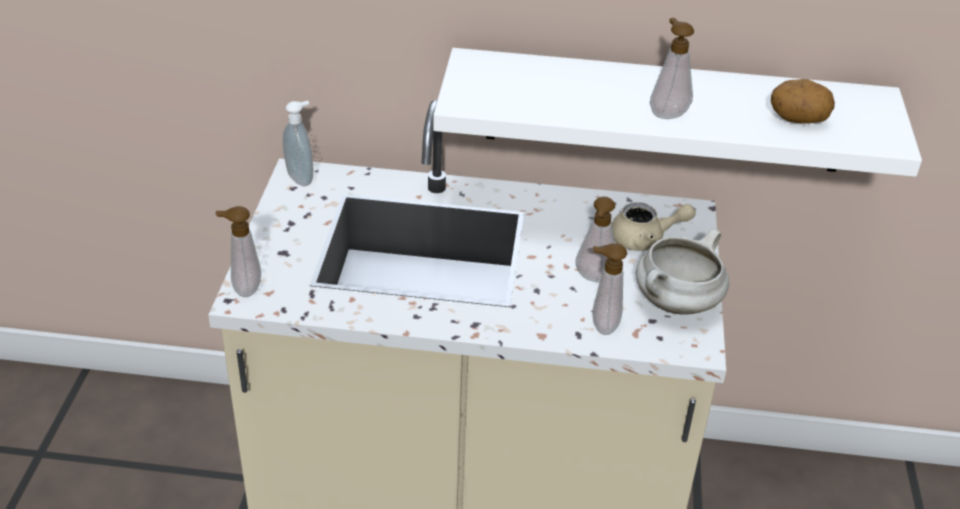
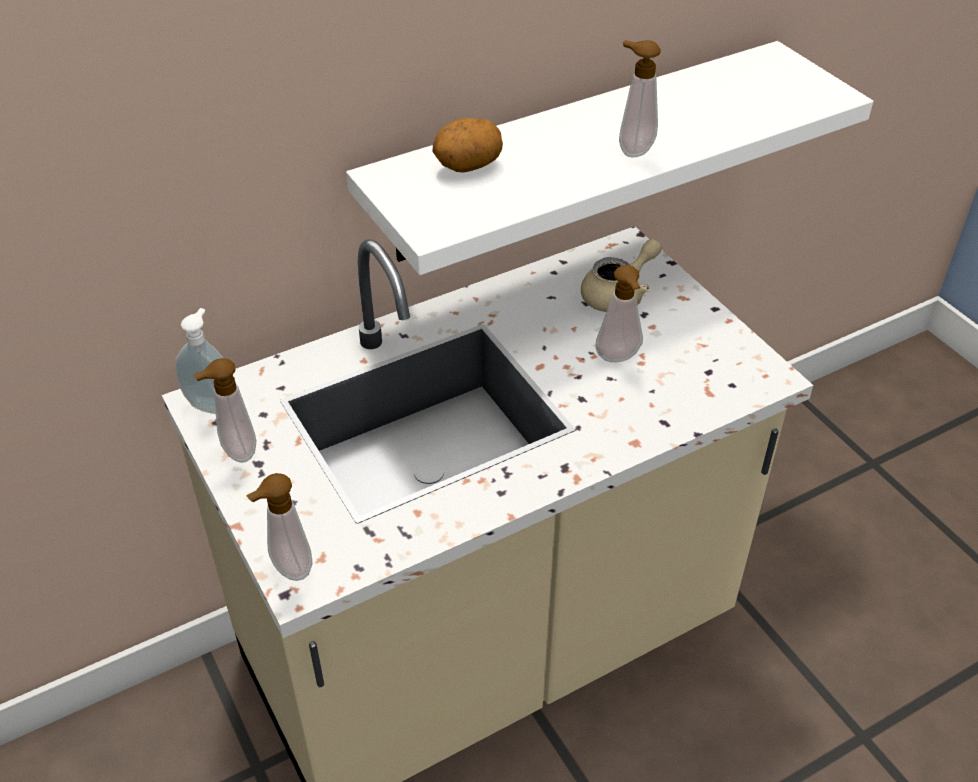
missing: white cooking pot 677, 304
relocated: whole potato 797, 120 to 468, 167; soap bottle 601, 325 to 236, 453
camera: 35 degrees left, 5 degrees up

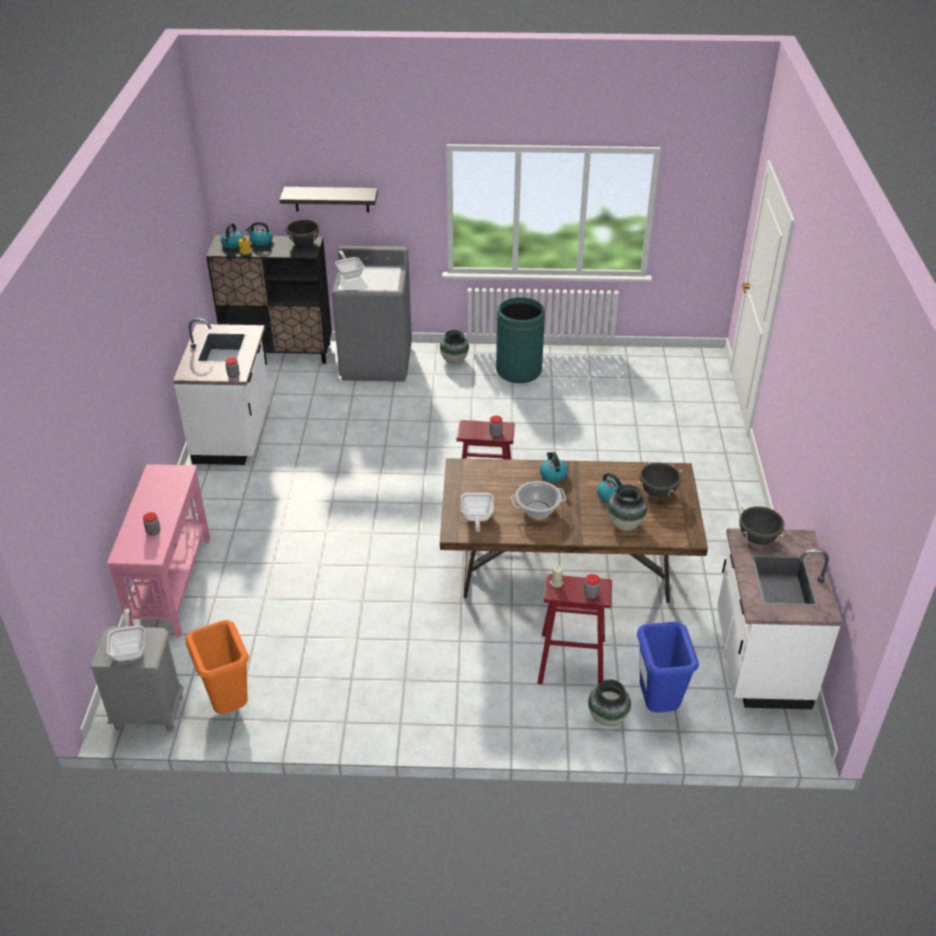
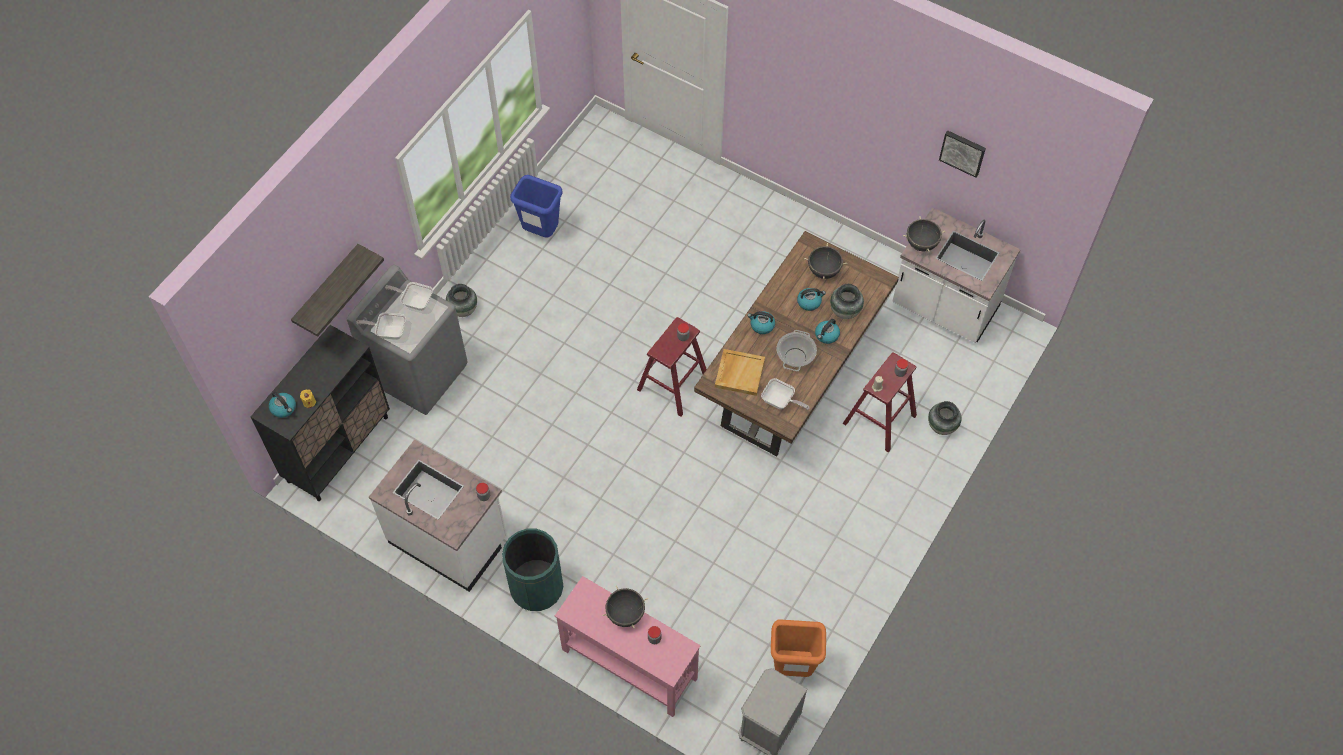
appeared: picture 963, 152; beige-coloured tray 739, 373
relocated: black-coloured cooking pot 304, 243 to 625, 614; water kettle 261, 241 to 826, 335; green rubbish bin 518, 371 to 536, 587; frying pan 130, 648 to 415, 301; blue rubbish bin 657, 704 to 540, 232
camera: 60 degrees left, 20 degrees up

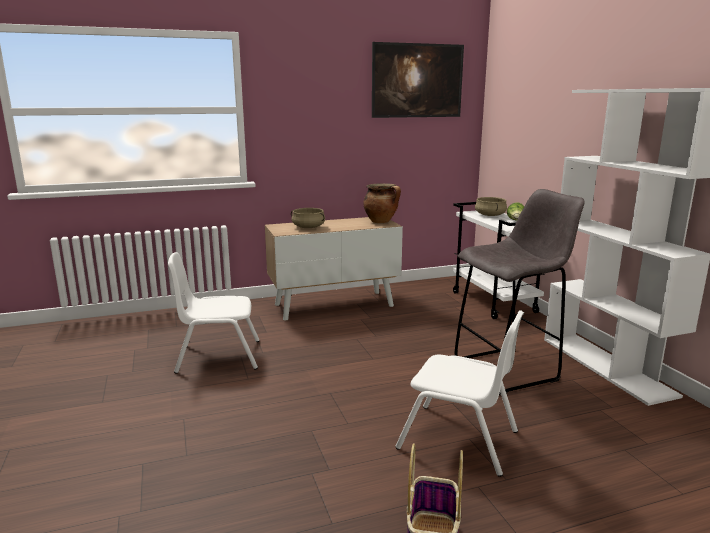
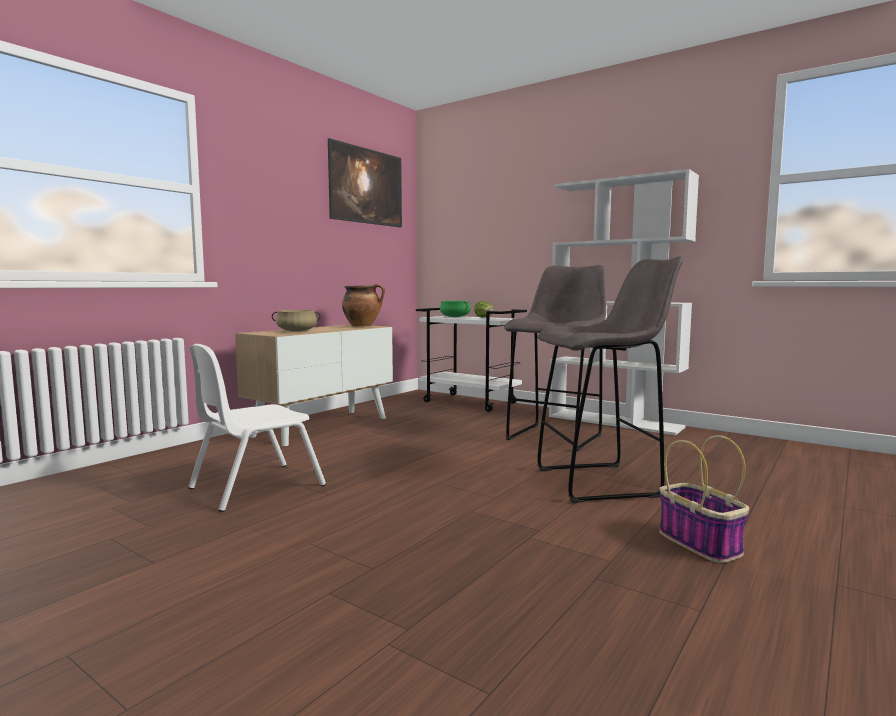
exchanged: white upright chair 459, 440 to grey sitting stool 601, 482
colour: beige-coloured cooking pot 489, 215 to green cooking pot 454, 317
camera: 35 degrees left, 10 degrees down

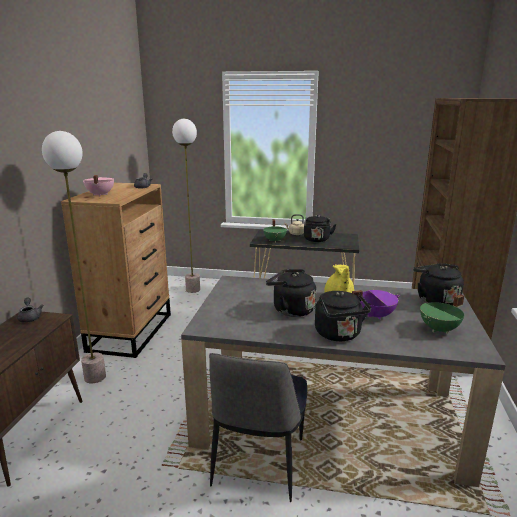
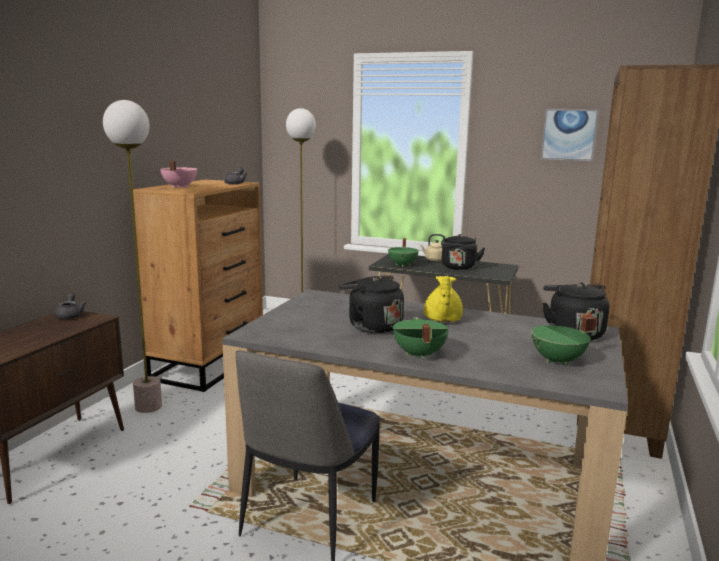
missing: purplish cooking pot 375, 315
appeared: picture 569, 135
exchanged: black-coloured water kettle 339, 335 to green cooking pot 418, 354
camera: 10 degrees right, 5 degrees down

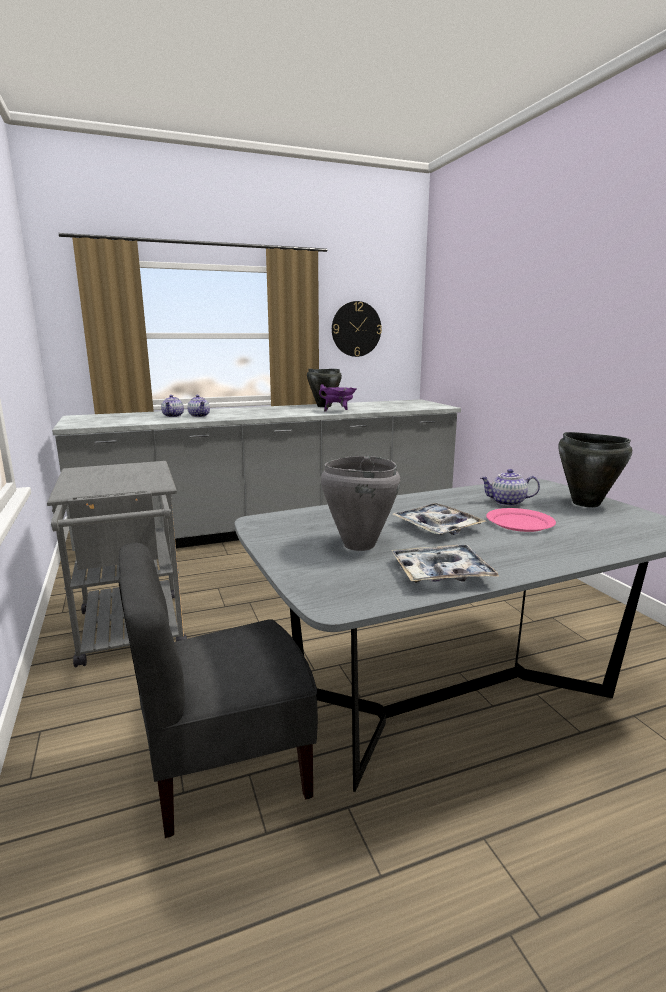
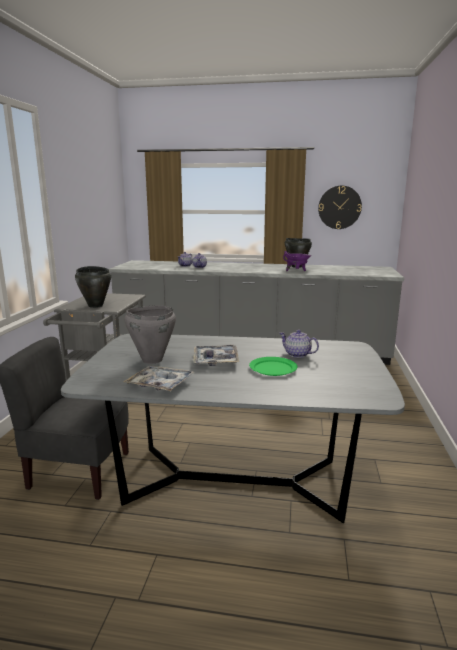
relocated: black-coloured cooking pot 585, 503 to 96, 305
colour: pink plate 520, 523 to green plate 273, 368
camera: 30 degrees right, 0 degrees up

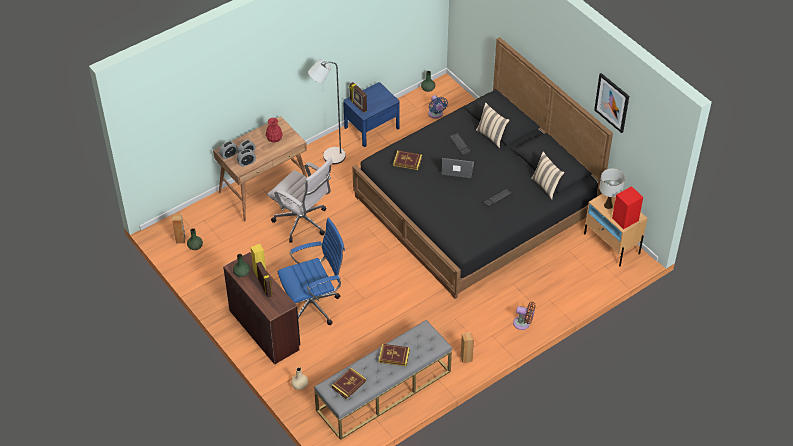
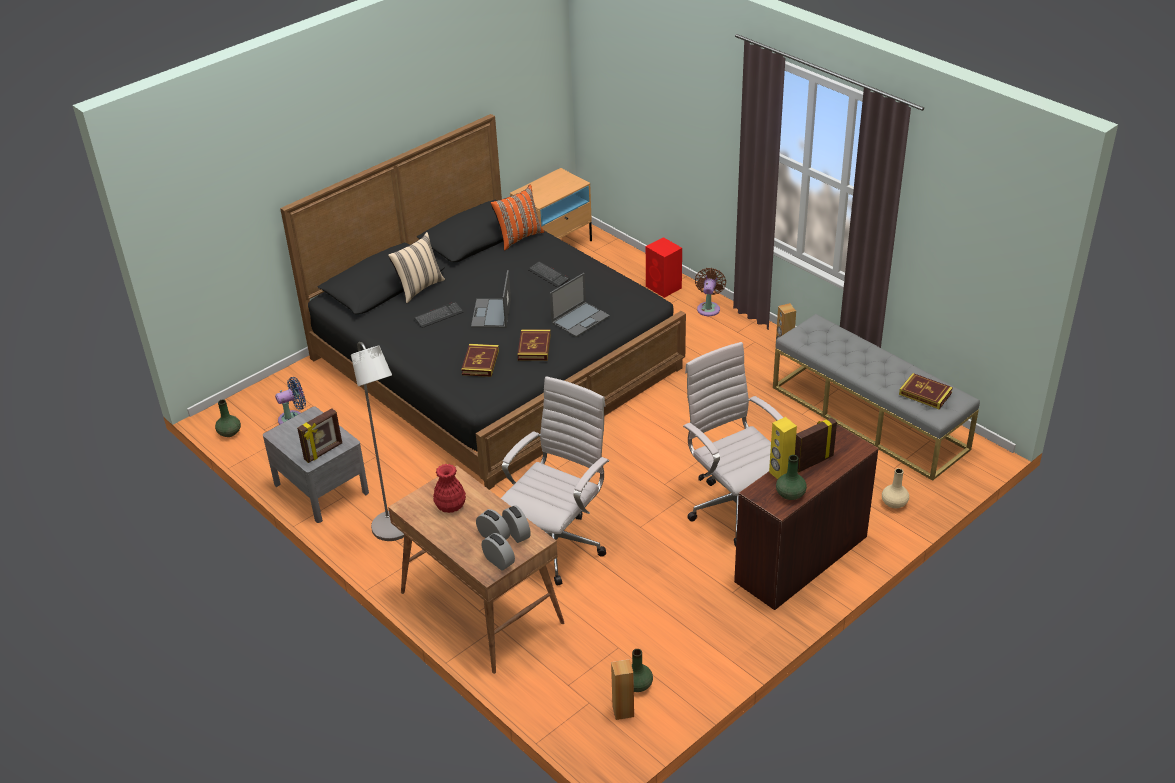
missing: picture 612, 102; white table lamp 608, 205
appeared: laptop 580, 319
relocated: red-coloured audio speaker 624, 219 to 664, 287; book 394, 356 to 534, 347
colour: blue bedside table 371, 127 to grey bedside table 321, 488; beige-coloured throw pillow 546, 186 to orangey throw pillow 518, 237; blue office chair 314, 306 to white office chair 734, 508
camera: 95 degrees left, 10 degrees down

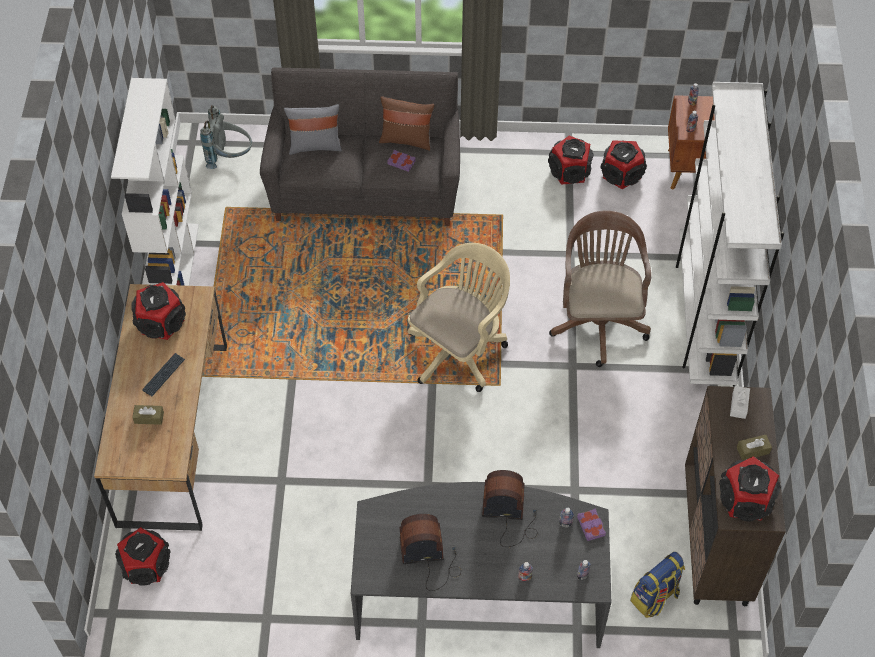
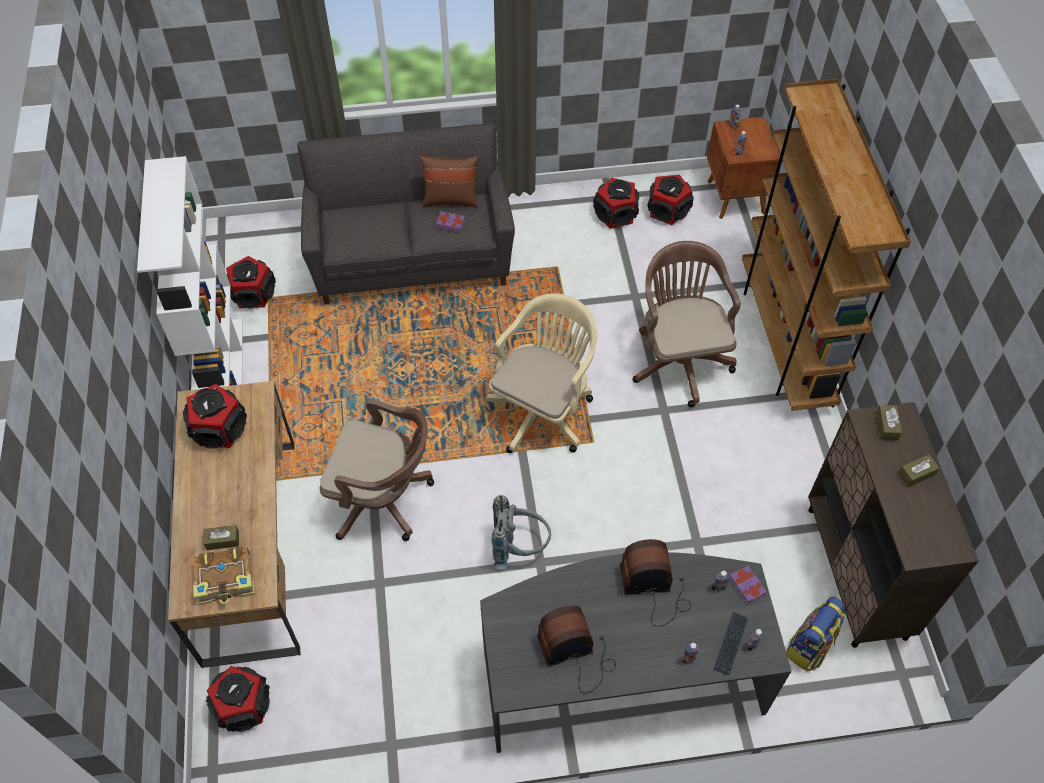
missing: grey throw pillow 315, 145
appeared: brown-coloured office chair 383, 499; book 226, 580
relocated: grey backpack 230, 157 to 519, 547; PC keyboard 164, 375 to 730, 643; audio speaker 746, 499 to 254, 294
colour: white bookshelf 704, 317 to brown-coloured bookshelf 785, 340; white tissue box 739, 405 to brown-coloured tissue box 886, 426
camera: 10 degrees left, 0 degrees up

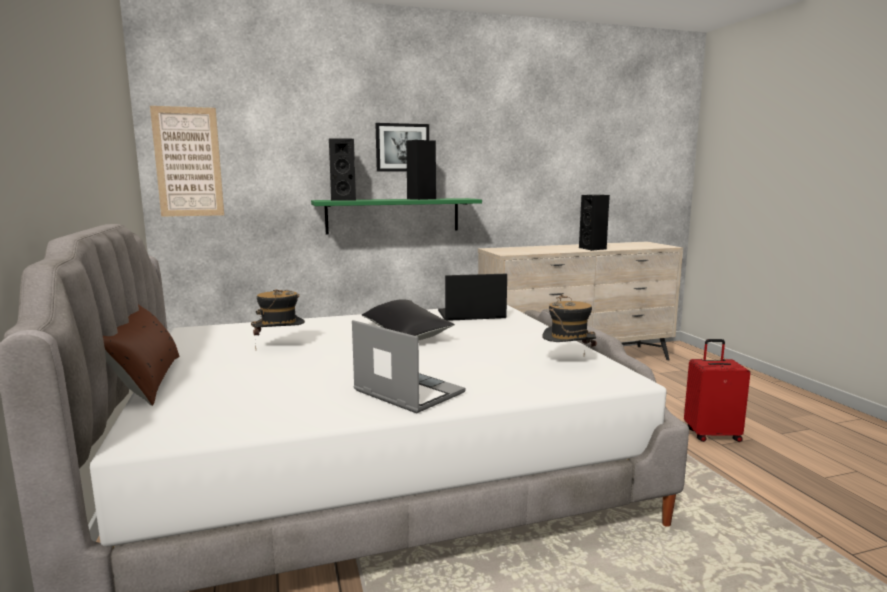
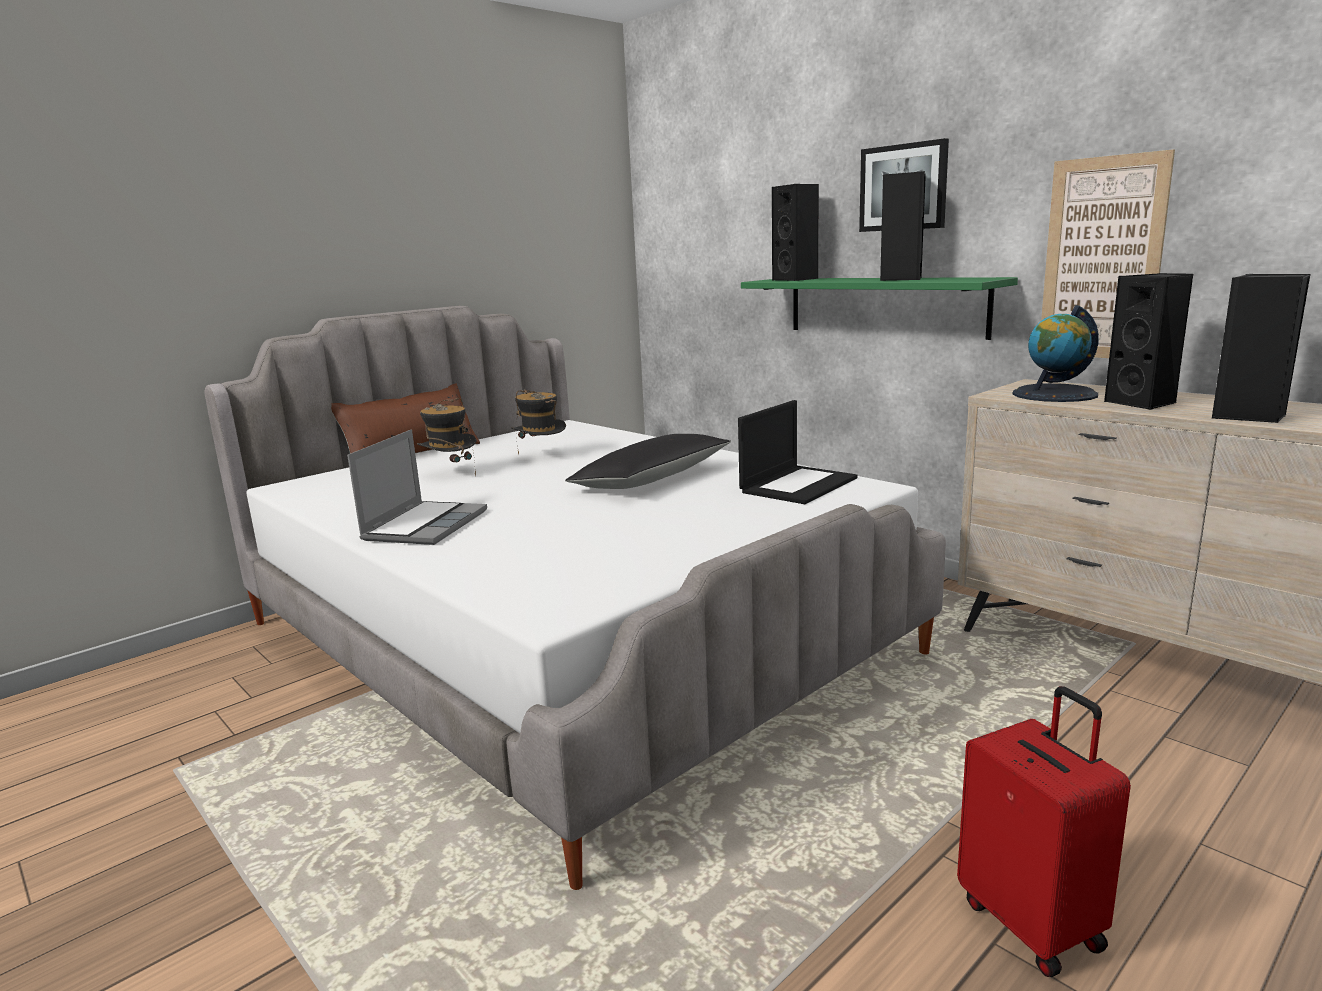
appeared: black-coloured audio speaker 1143, 403; globe 1054, 394
relocated: picture 188, 162 to 1102, 259; hat 568, 362 to 450, 474
spun: laptop 470, 315 = 798, 484 75 degrees clockwise
camera: 65 degrees right, 5 degrees up

